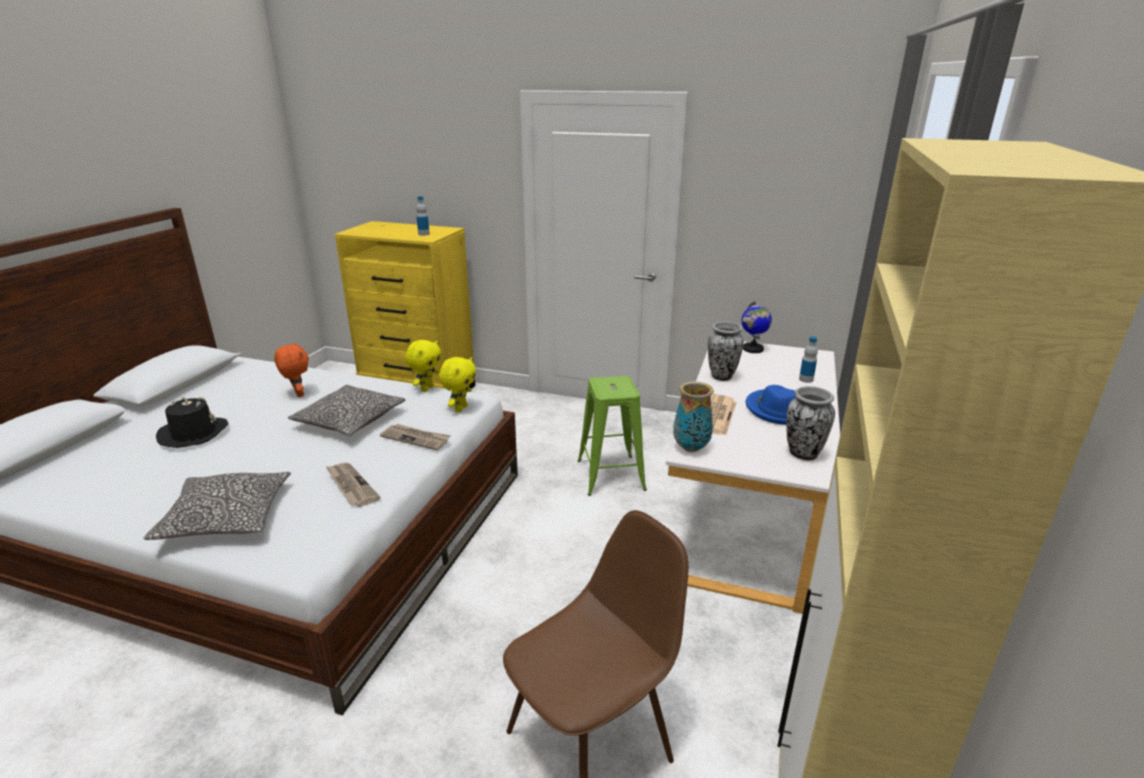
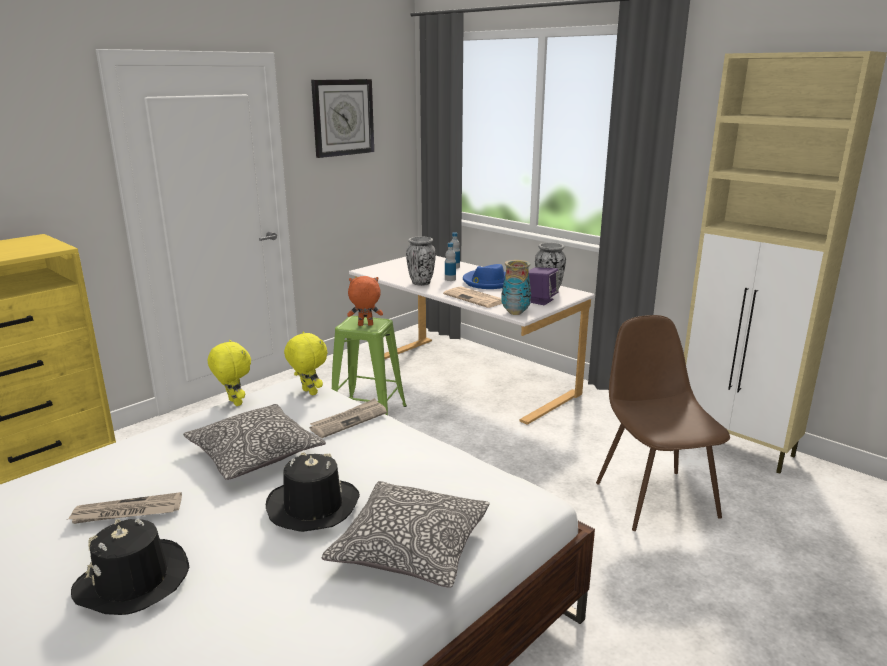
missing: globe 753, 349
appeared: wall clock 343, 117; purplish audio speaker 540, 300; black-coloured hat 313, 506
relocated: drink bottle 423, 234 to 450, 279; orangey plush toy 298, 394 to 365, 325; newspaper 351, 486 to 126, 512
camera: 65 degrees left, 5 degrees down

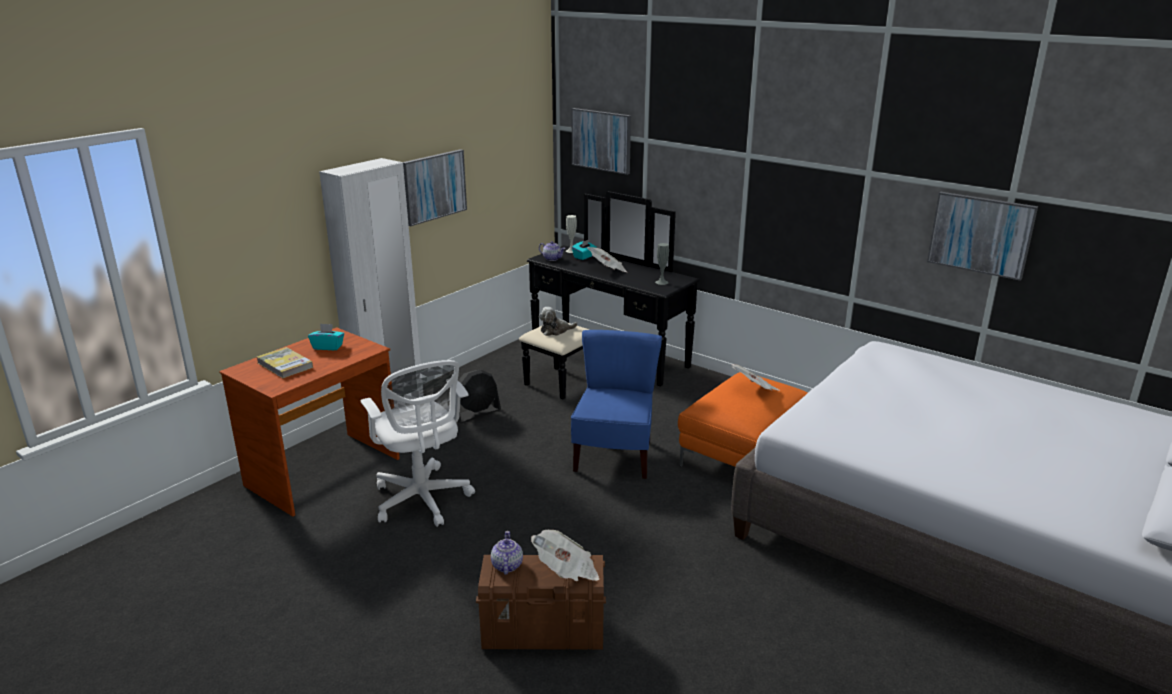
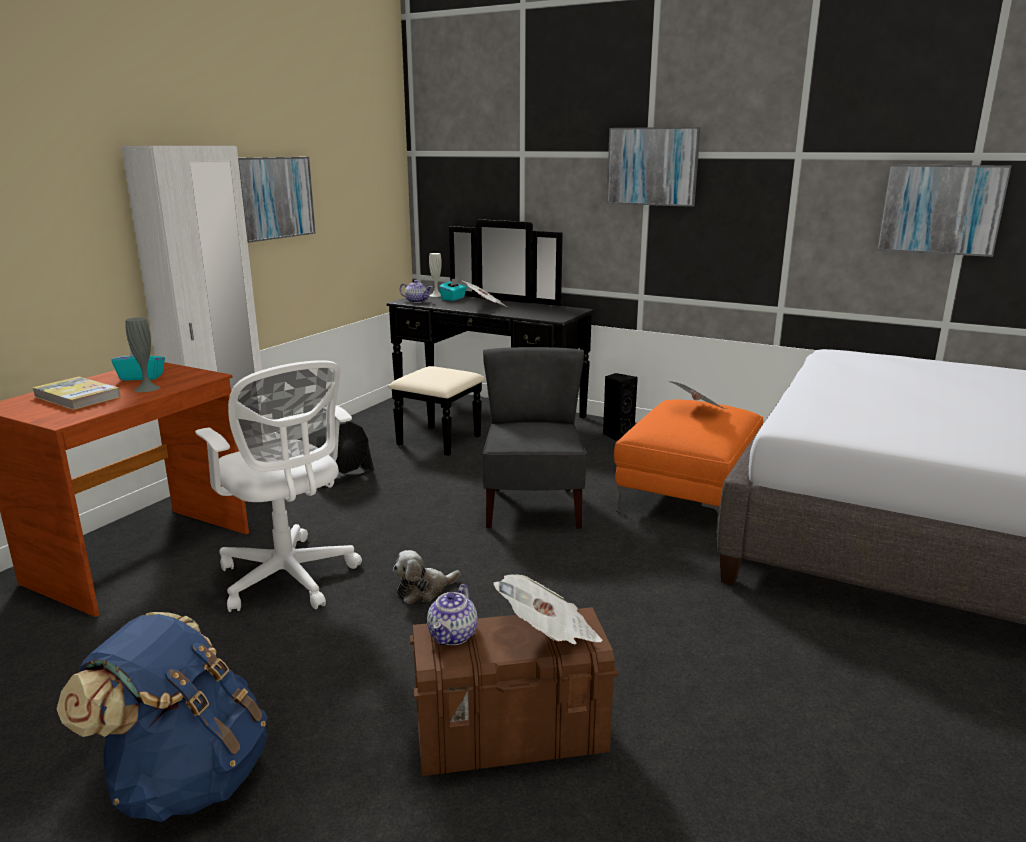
appeared: black-coloured audio speaker 617, 435; blue backpack 186, 779
relocated: picture 601, 140 to 652, 166; grey flower vase 661, 282 to 147, 388; plush toy 555, 331 to 424, 590
colour: blue upright chair 615, 456 to grey upright chair 533, 508
spun: pot for tea 506, 565 = 453, 636 150 degrees counterclockwise
camera: 10 degrees left, 5 degrees down

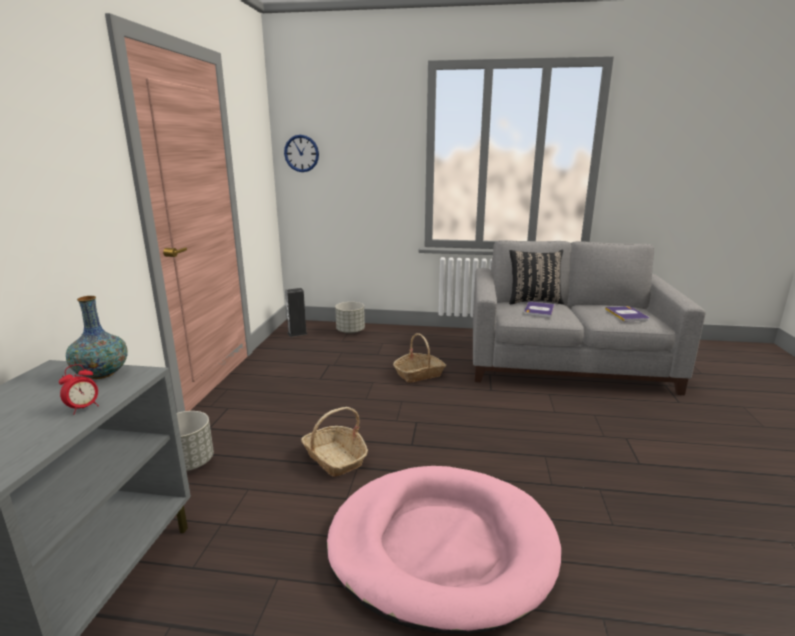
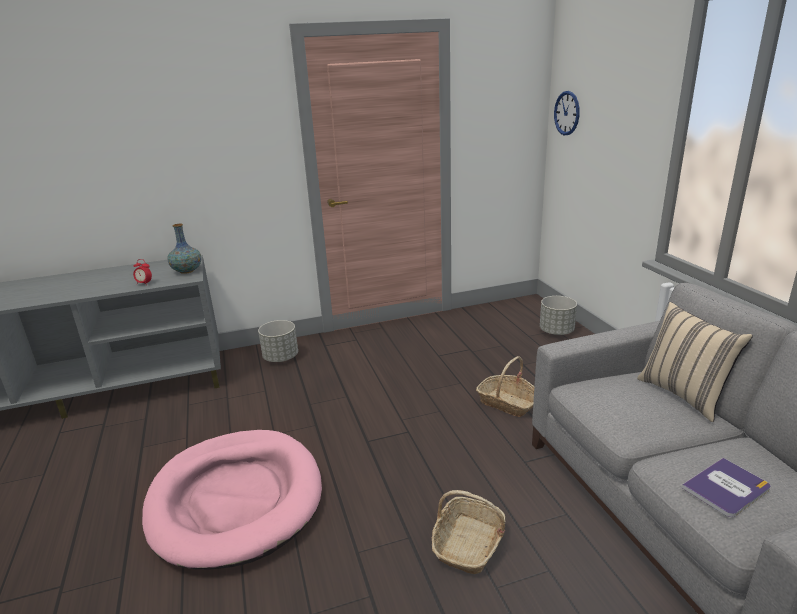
missing: audio speaker 297, 333; book 539, 310
relocated: storage basket 335, 458 to 468, 544
colour: black-coloured throw pillow 533, 301 to beige-coloured throw pillow 684, 394
camera: 65 degrees right, 5 degrees up

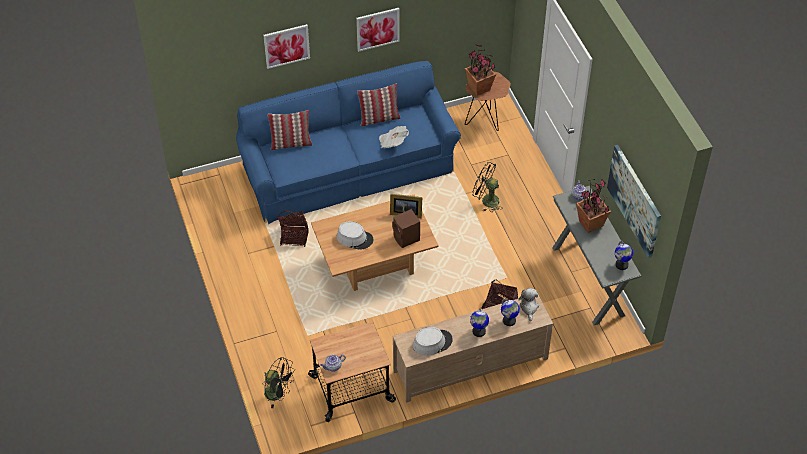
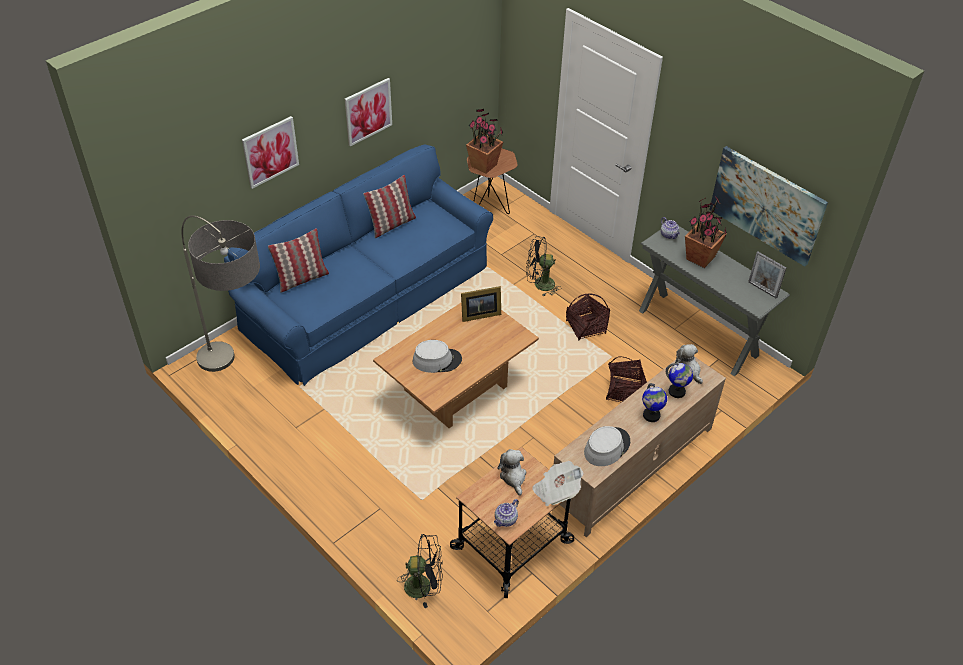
missing: brown-coloured audio speaker 406, 238
appeared: floor lamp 241, 382; plush toy 513, 477
relocated: newspaper 393, 142 to 556, 490; storage basket 294, 237 to 586, 327
exchanged: globe 621, 265 to photo frame 762, 289
camera: 25 degrees left, 5 degrees down

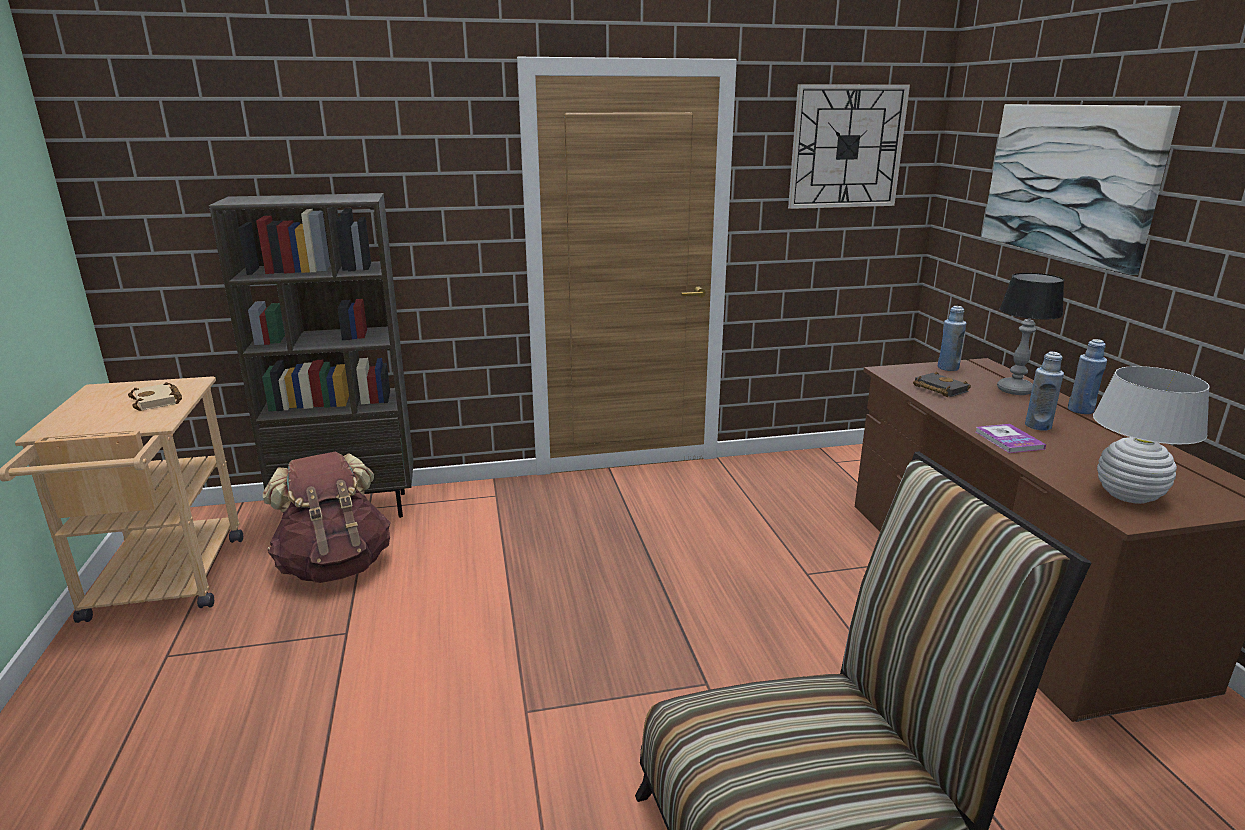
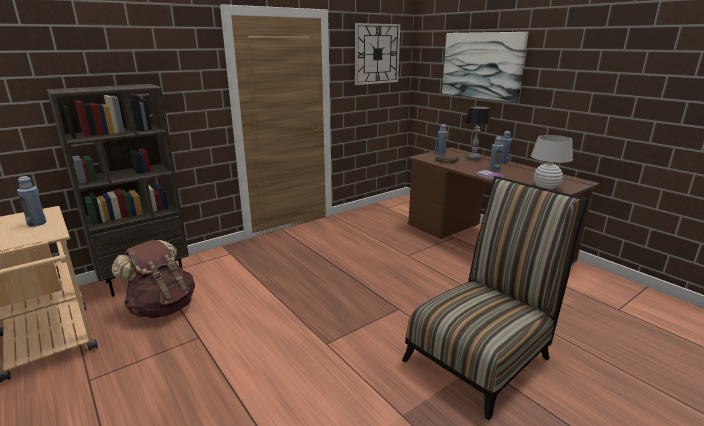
exchanged: beige-coloured book 158, 401 to blue drink bottle 37, 223
camera: 25 degrees left, 0 degrees up

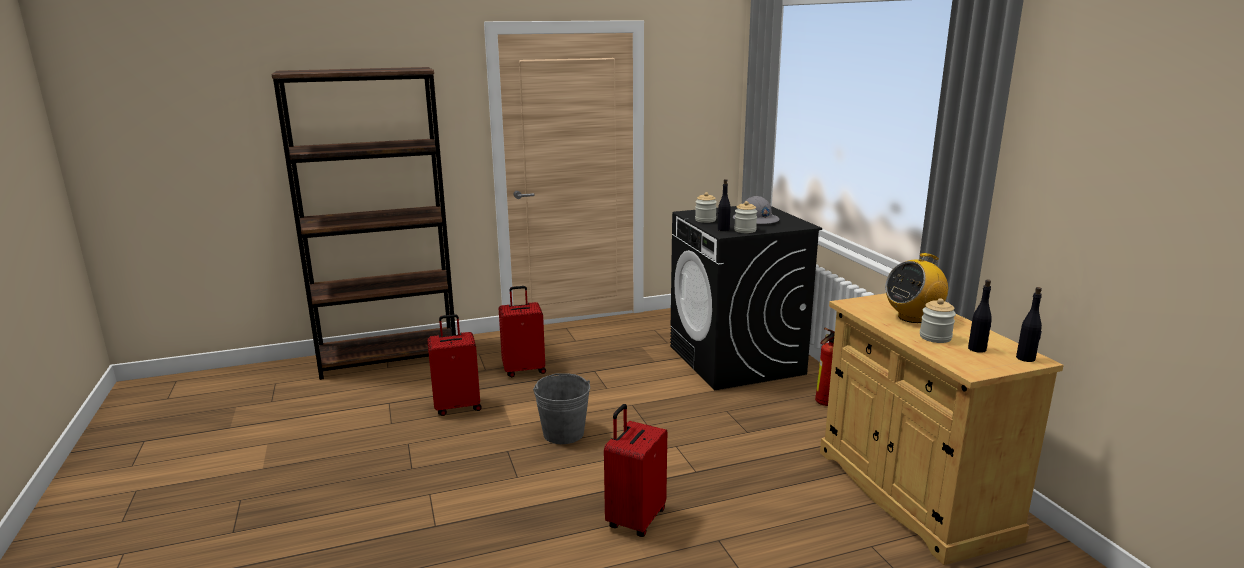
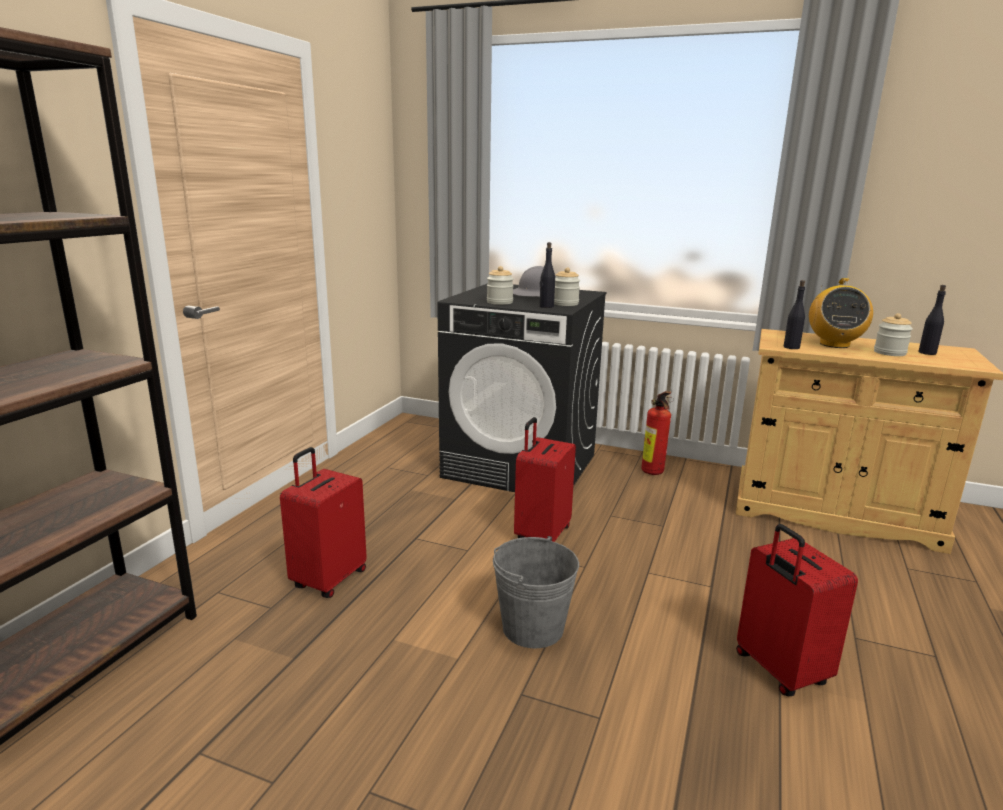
relocated: black-coloured drink bottle 1026, 358 to 791, 347; red-coloured travel case 457, 406 to 541, 534
camera: 50 degrees left, 0 degrees up

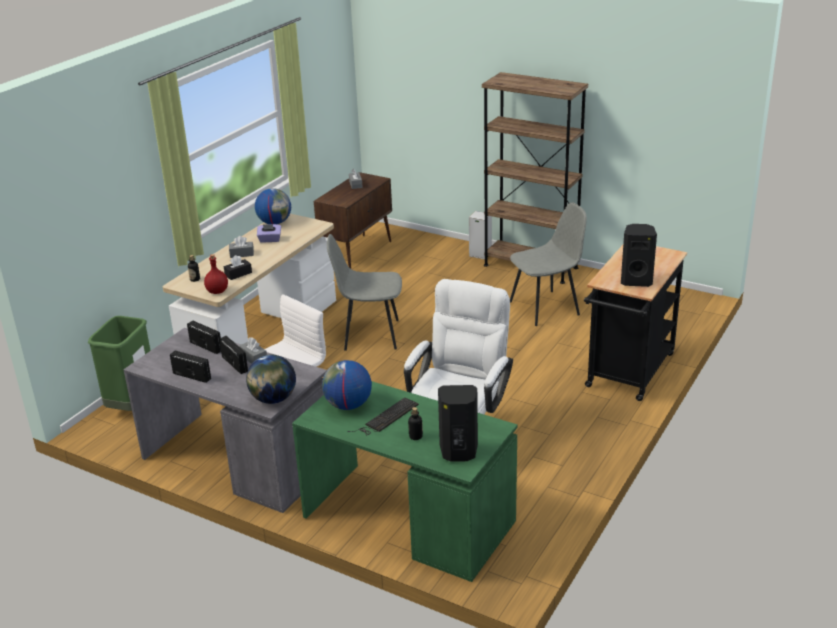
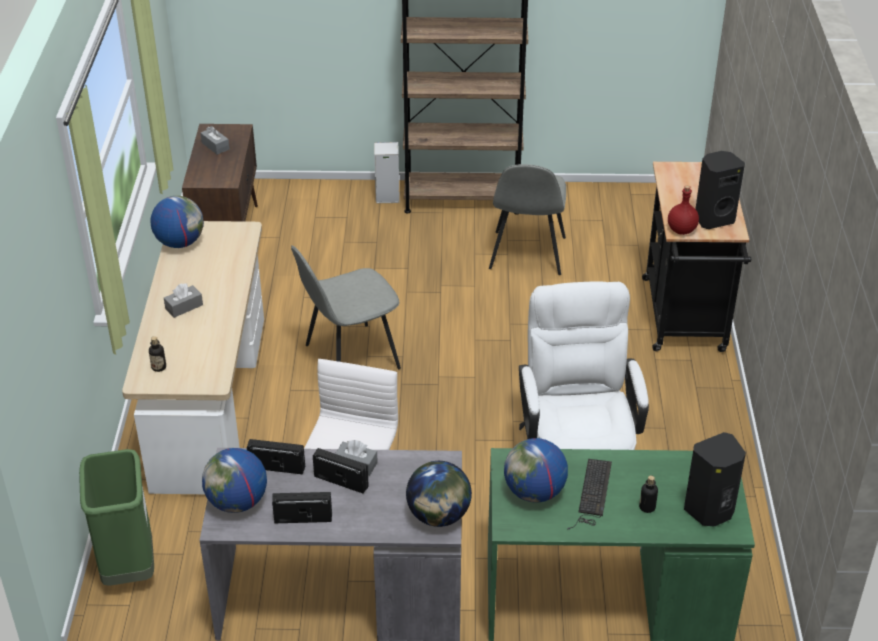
missing: purplish tissue box 270, 240; black-coloured tissue box 238, 274
appeared: globe 237, 502
relocated: red-coloured drink bottle 217, 291 to 681, 230
spun: grey upright chair 546, 308 = 527, 254 150 degrees clockwise
camera: 30 degrees left, 10 degrees up

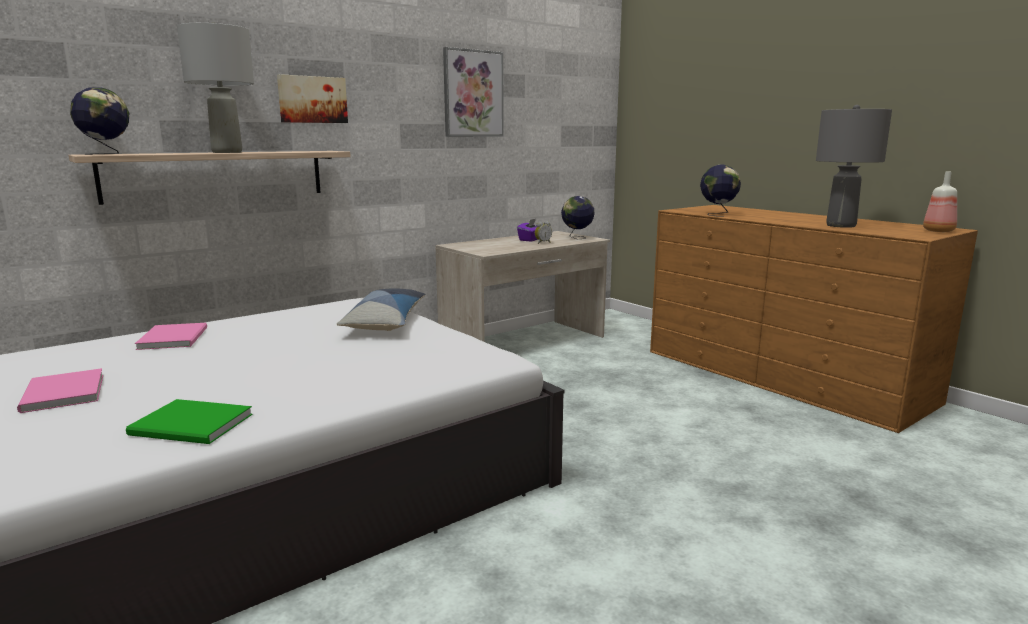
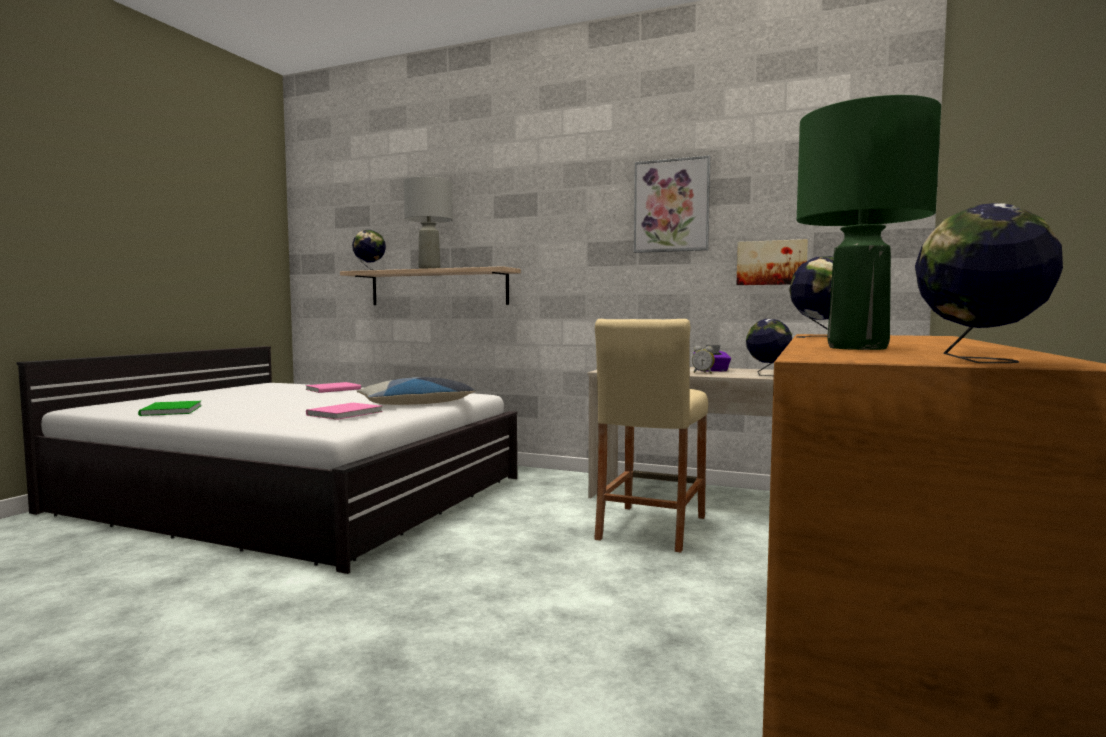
appeared: beige-coloured sitting stool 651, 527
relocated: picture 312, 99 to 771, 263; pink book 61, 394 to 342, 413
exchanged: drink bottle 939, 231 to globe 979, 361
colour: grey table lamp 841, 225 to green table lamp 858, 348
camera: 60 degrees right, 10 degrees down

